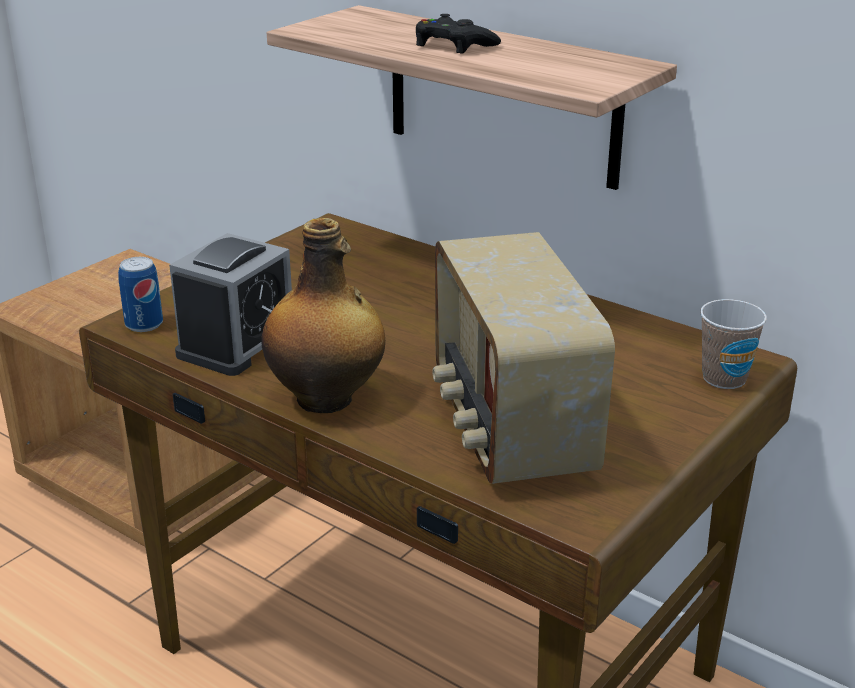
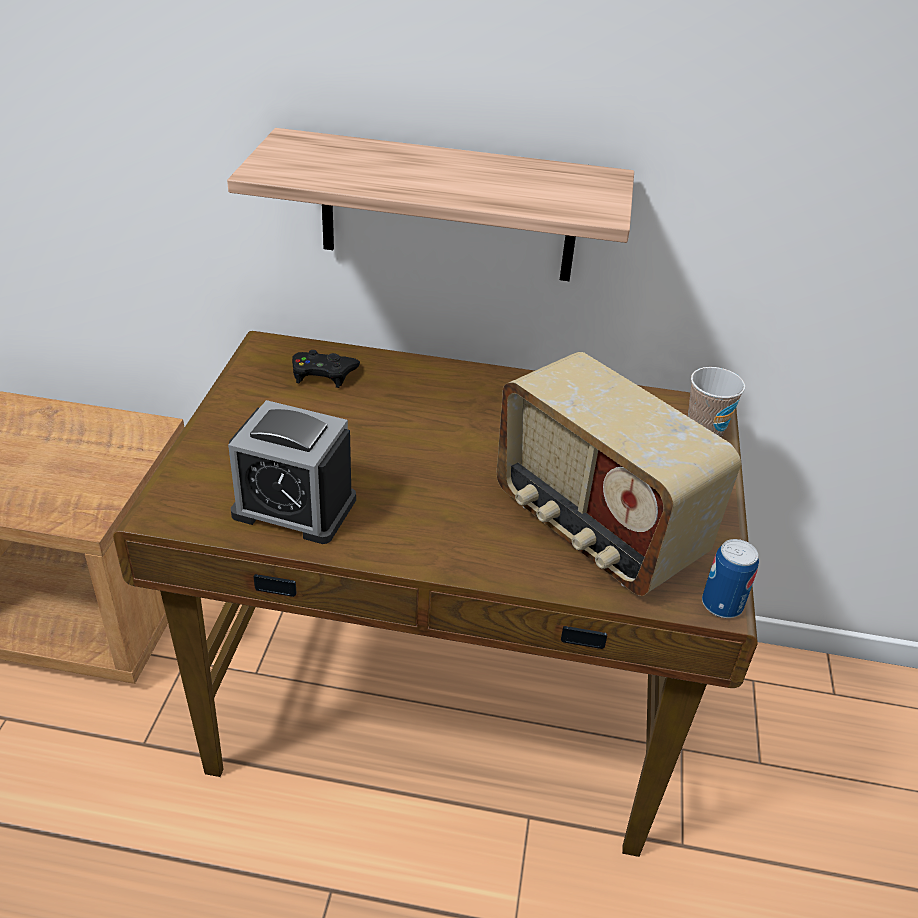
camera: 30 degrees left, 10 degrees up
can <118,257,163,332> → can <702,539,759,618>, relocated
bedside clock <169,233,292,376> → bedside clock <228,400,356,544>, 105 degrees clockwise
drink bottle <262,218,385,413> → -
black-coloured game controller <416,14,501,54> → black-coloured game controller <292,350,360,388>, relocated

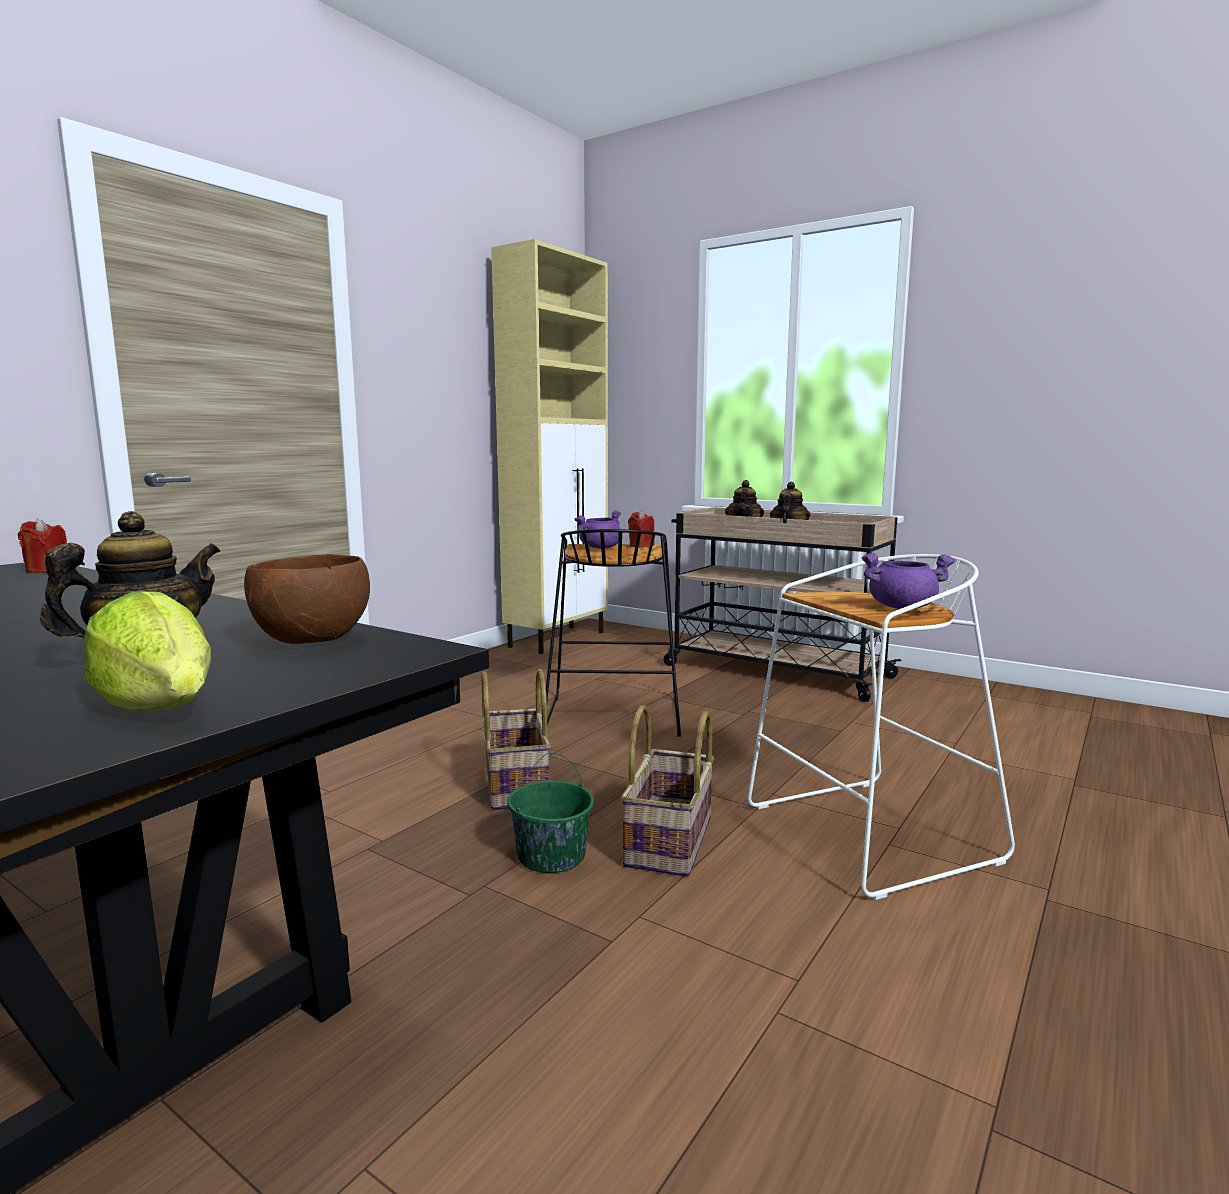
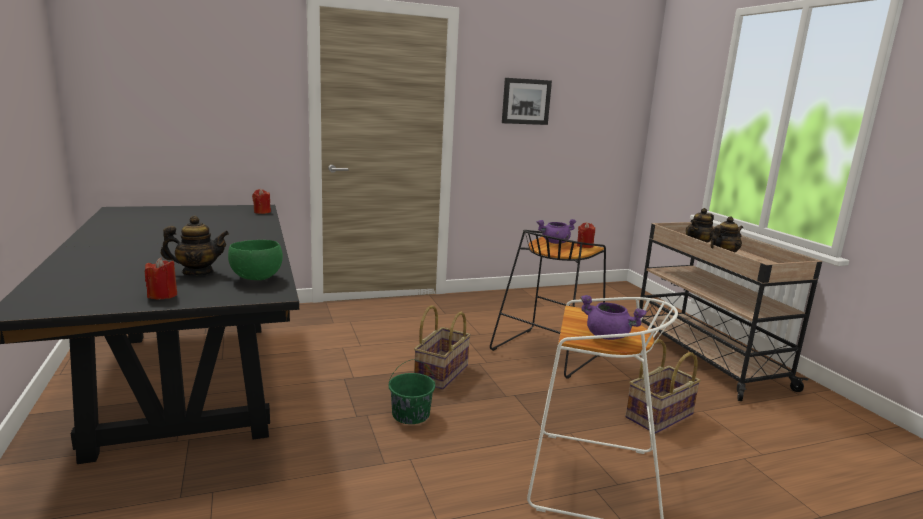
camera: 35 degrees right, 5 degrees up
lettuce head <83,591,211,713> → red-coloured wax light <145,258,177,299>
brown-coloured bowl <244,554,370,644> → green bowl <228,240,283,280>
sand-coloured cabinet <491,239,608,654> → -
household basket <621,705,714,877> → household basket <626,339,701,434>, relocated
- → wall art <502,78,552,125>

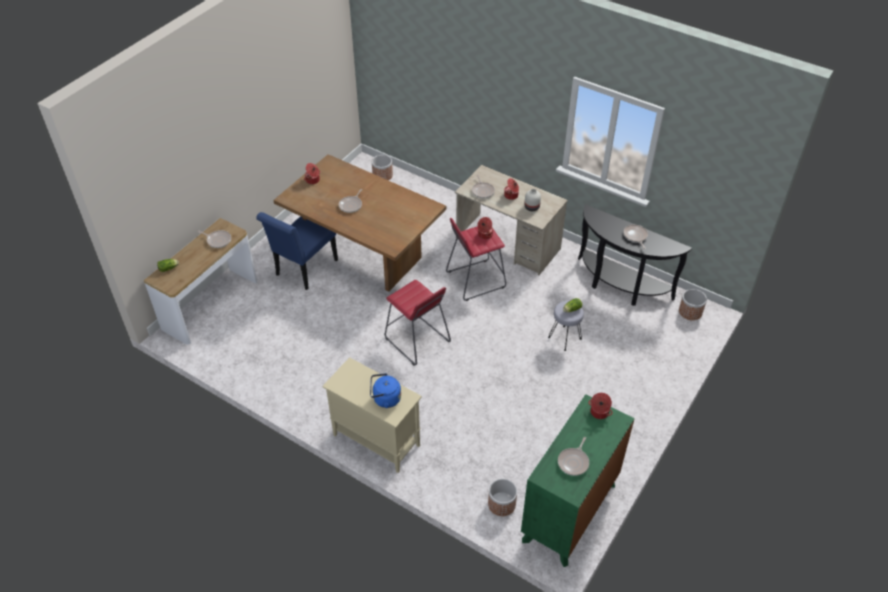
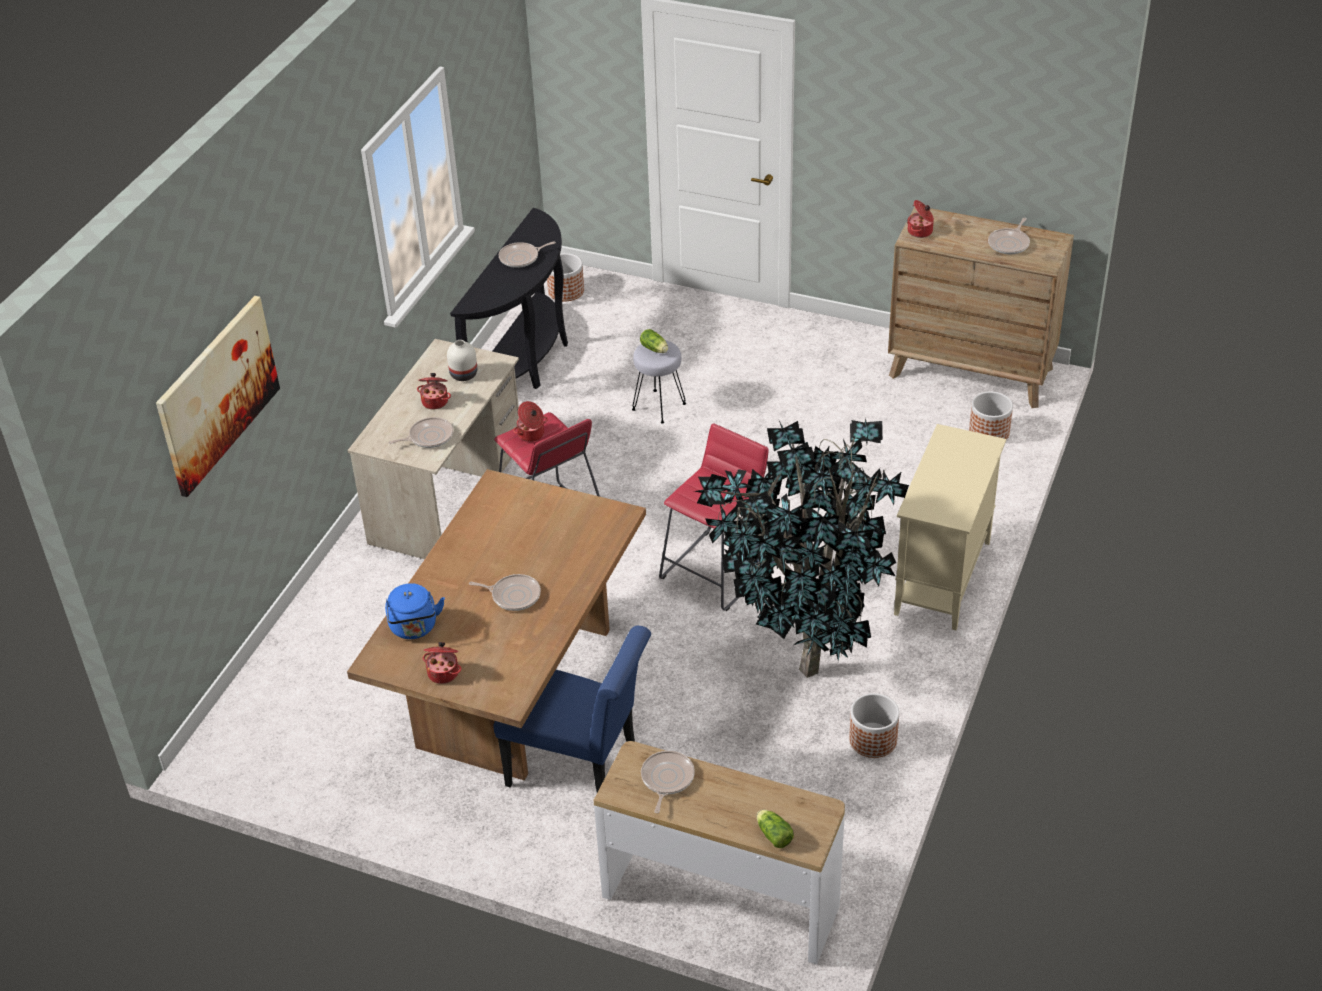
camera: 100 degrees left, 5 degrees down
blue-coloured tea kettle <370,373,401,408> → blue-coloured tea kettle <385,583,445,639>, relocated
plant pot <372,155,393,180> → plant pot <849,693,899,758>, relocated
green drawer chest <521,394,635,567> → brown-coloured drawer chest <888,207,1074,408>
pan <558,437,589,476> → pan <988,218,1030,254>, 105 degrees clockwise
- → wall art <156,296,280,497>
- → potted plant <694,417,909,678>

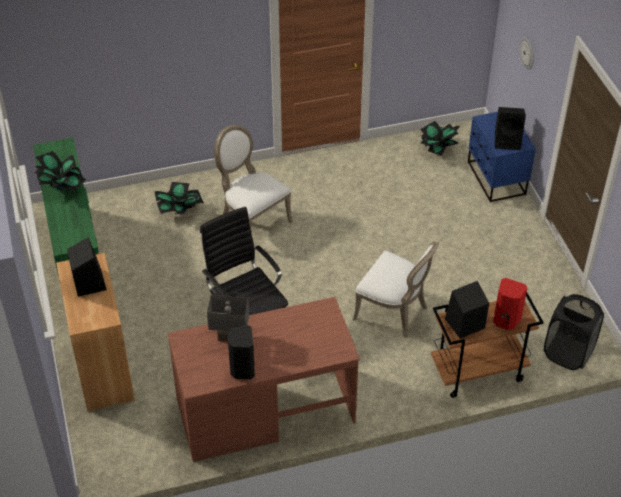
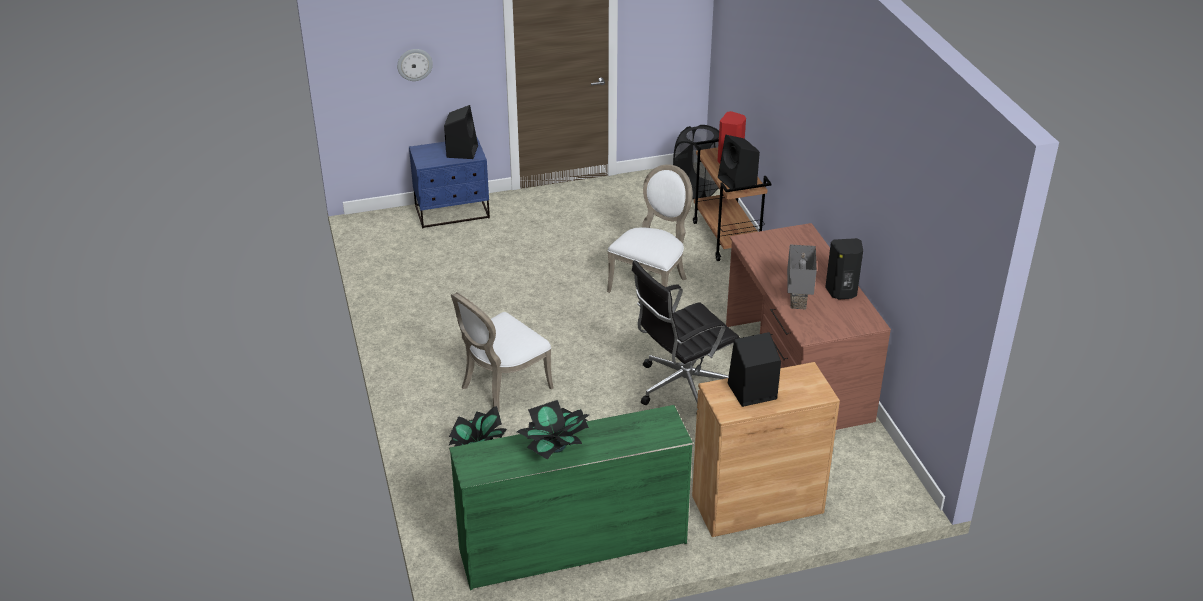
camera: 90 degrees left, 10 degrees down
potted plant <420,121,460,156> → -

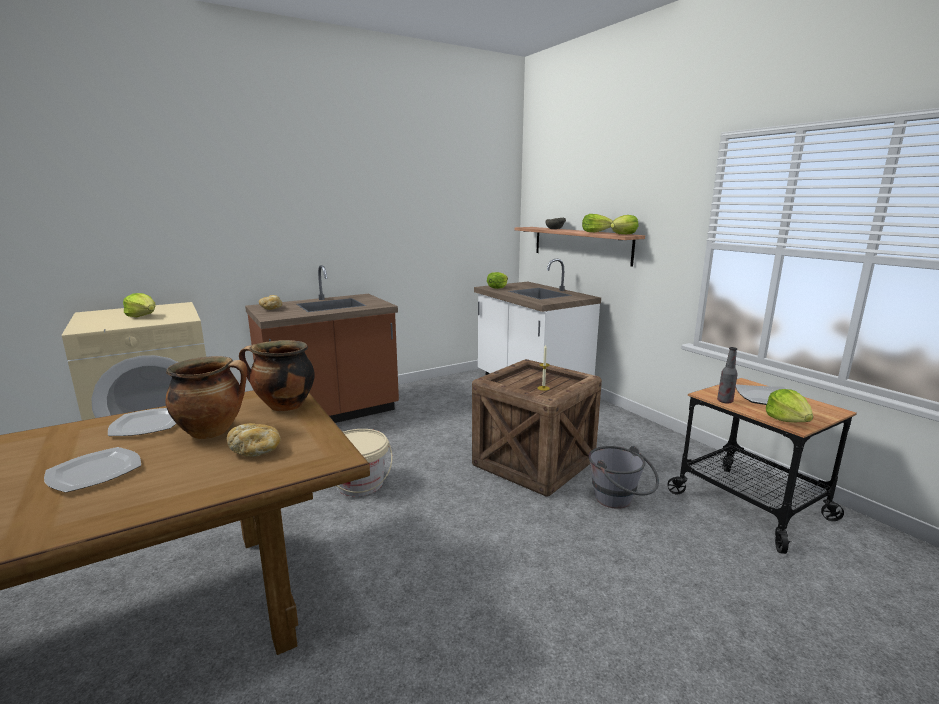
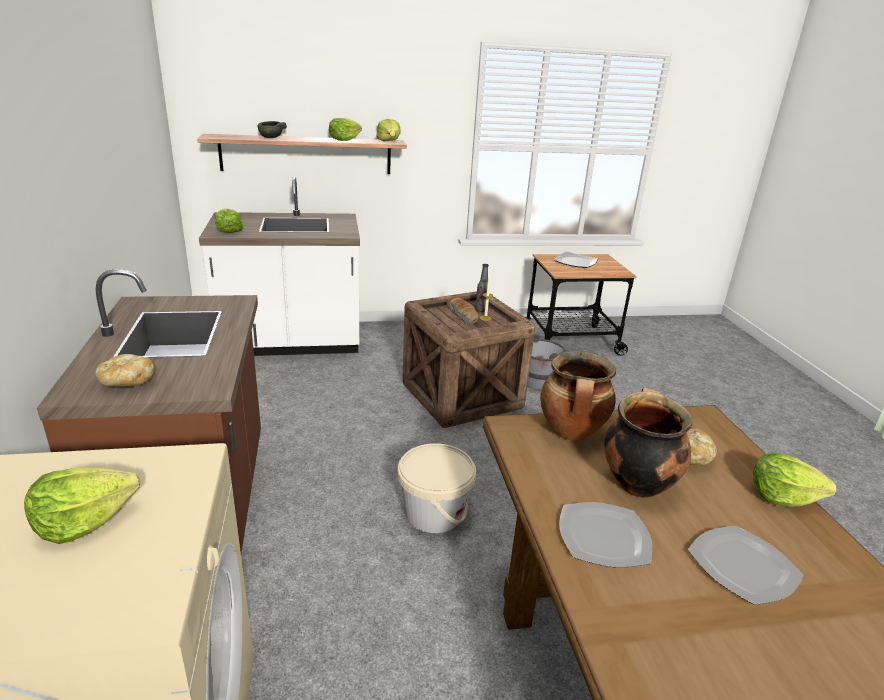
camera: 70 degrees left, 10 degrees up
drink bottle <717,347,738,404> → drink bottle <475,264,489,312>, relocated
lettuce head <766,389,813,422> → lettuce head <753,452,837,507>, relocated
- → bakery bread <446,296,479,324>

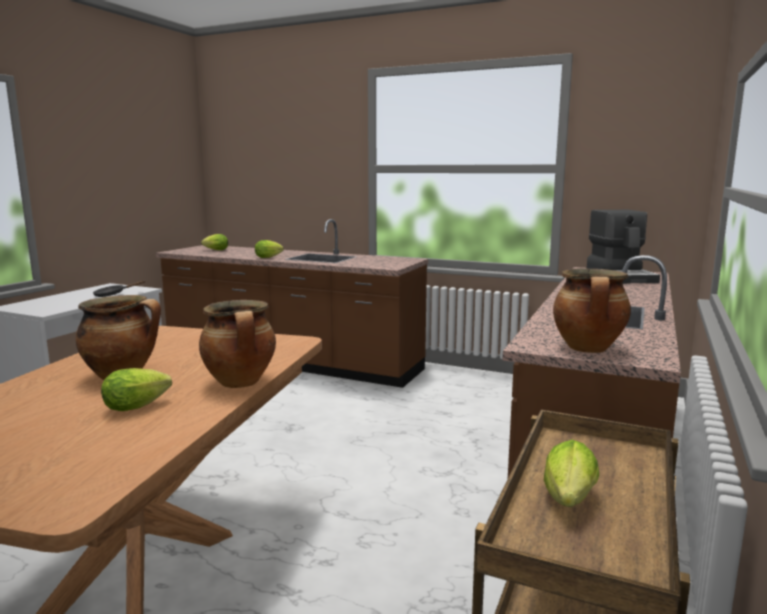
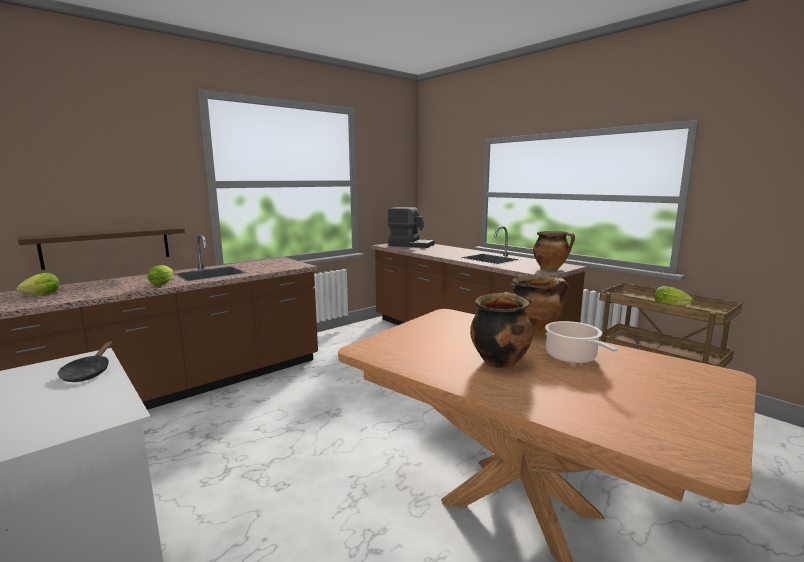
camera: 65 degrees left, 0 degrees up
lettuce head <101,368,172,411> → stockpot <545,321,618,364>
- → wall shelf <18,227,185,270>

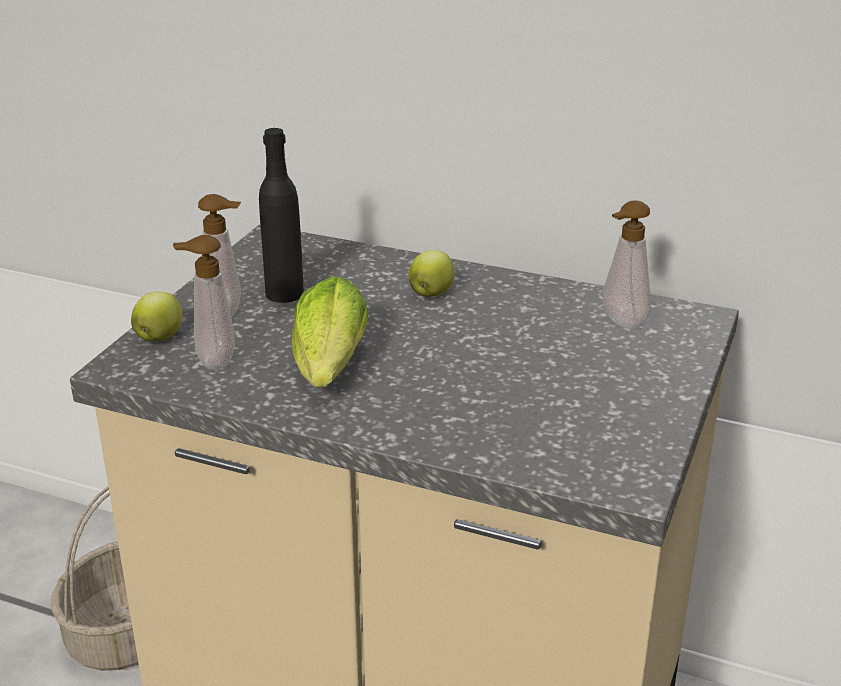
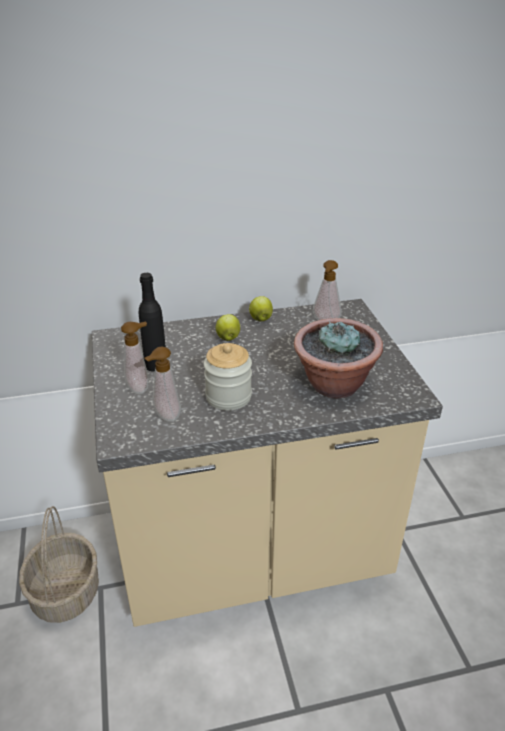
camera: 35 degrees left, 5 degrees up
apple fruit <131,292,183,341> → apple fruit <249,296,273,322>, relocated
lettuce head <292,276,369,387> → jar <204,343,252,411>
- → potted plant <294,318,383,398>

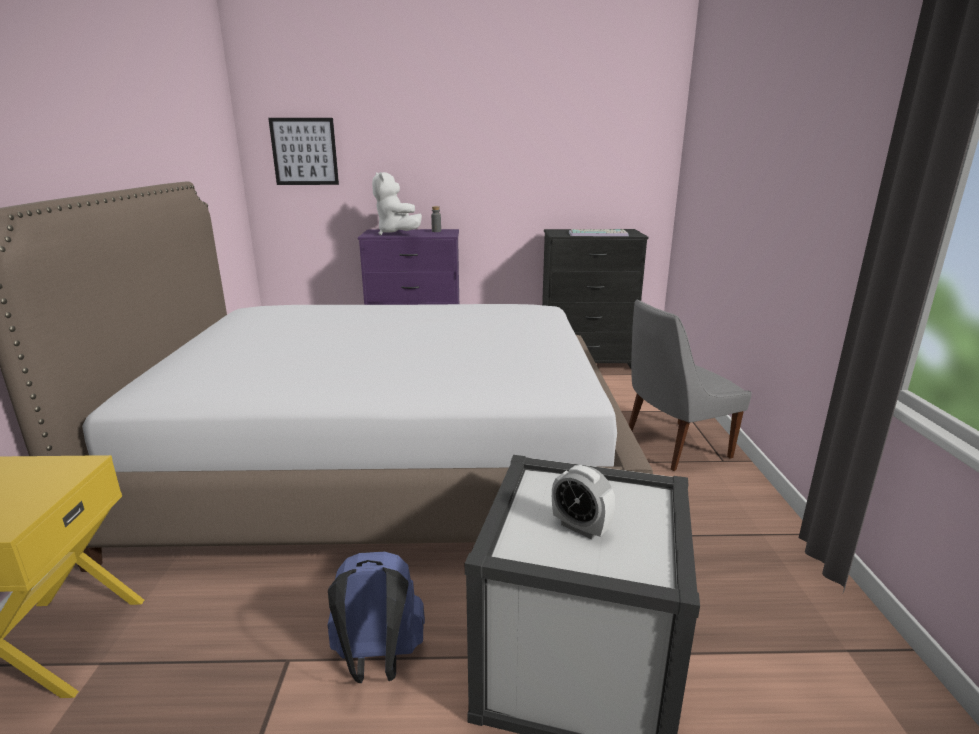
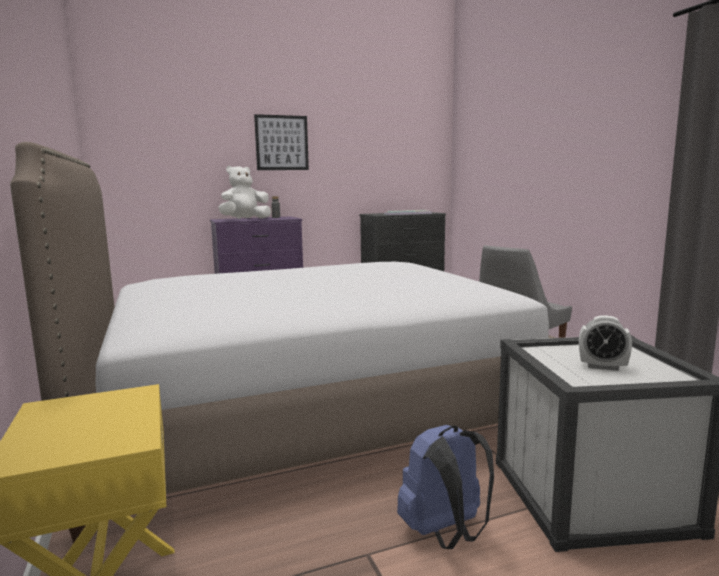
camera: 20 degrees left, 10 degrees down
wall art <268,118,339,185> → wall art <254,114,309,170>, relocated
white-coloured cuddly toy <372,172,422,235> → white-coloured cuddly toy <218,166,271,219>, 105 degrees clockwise

